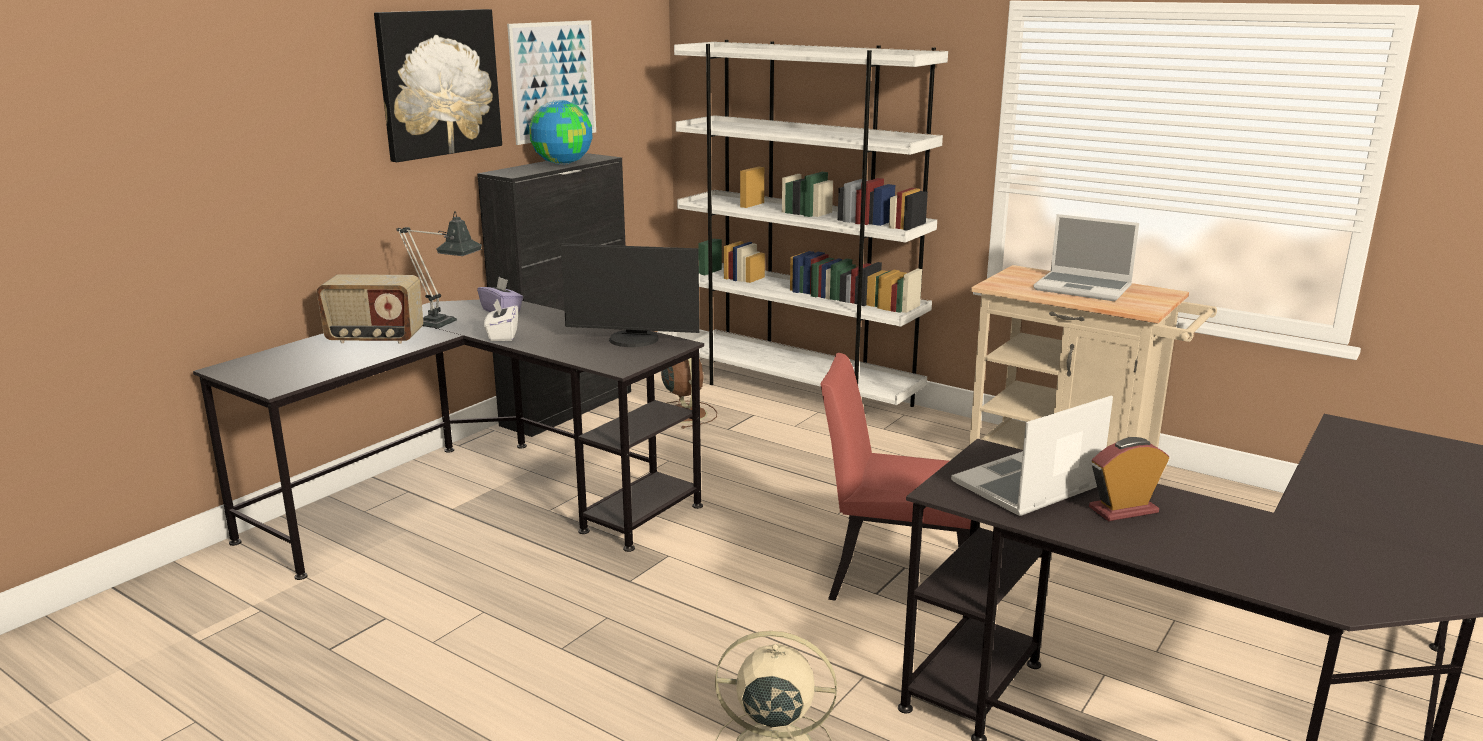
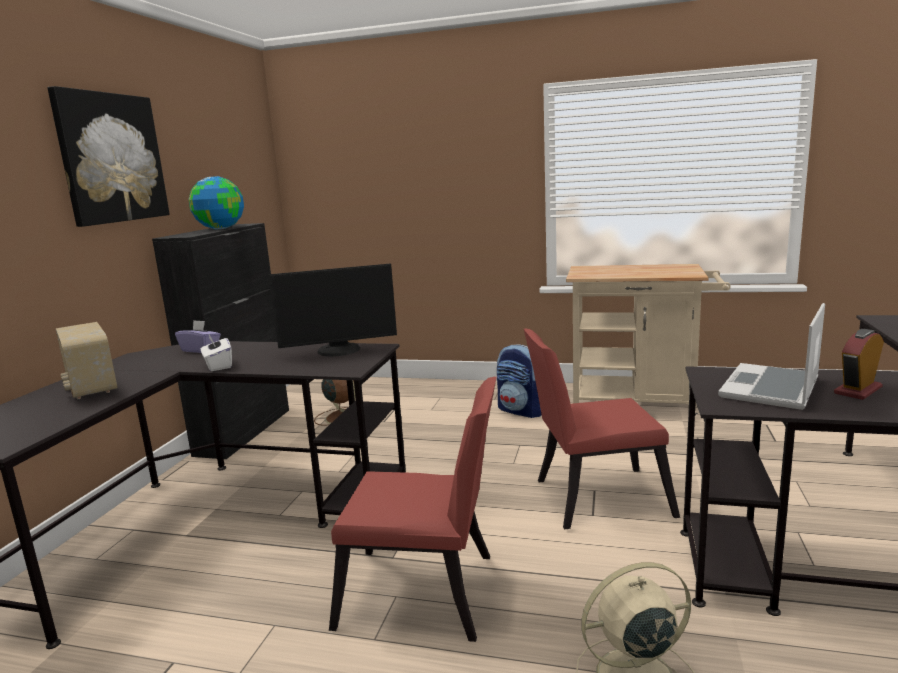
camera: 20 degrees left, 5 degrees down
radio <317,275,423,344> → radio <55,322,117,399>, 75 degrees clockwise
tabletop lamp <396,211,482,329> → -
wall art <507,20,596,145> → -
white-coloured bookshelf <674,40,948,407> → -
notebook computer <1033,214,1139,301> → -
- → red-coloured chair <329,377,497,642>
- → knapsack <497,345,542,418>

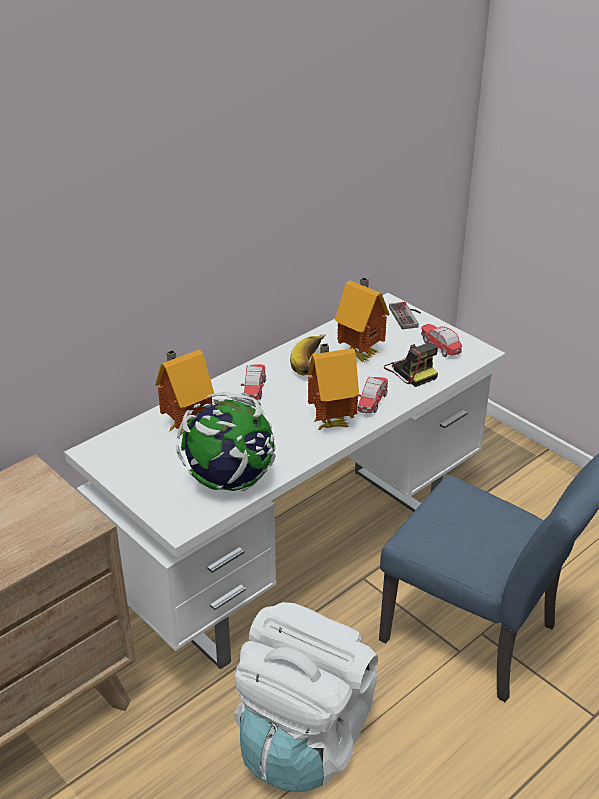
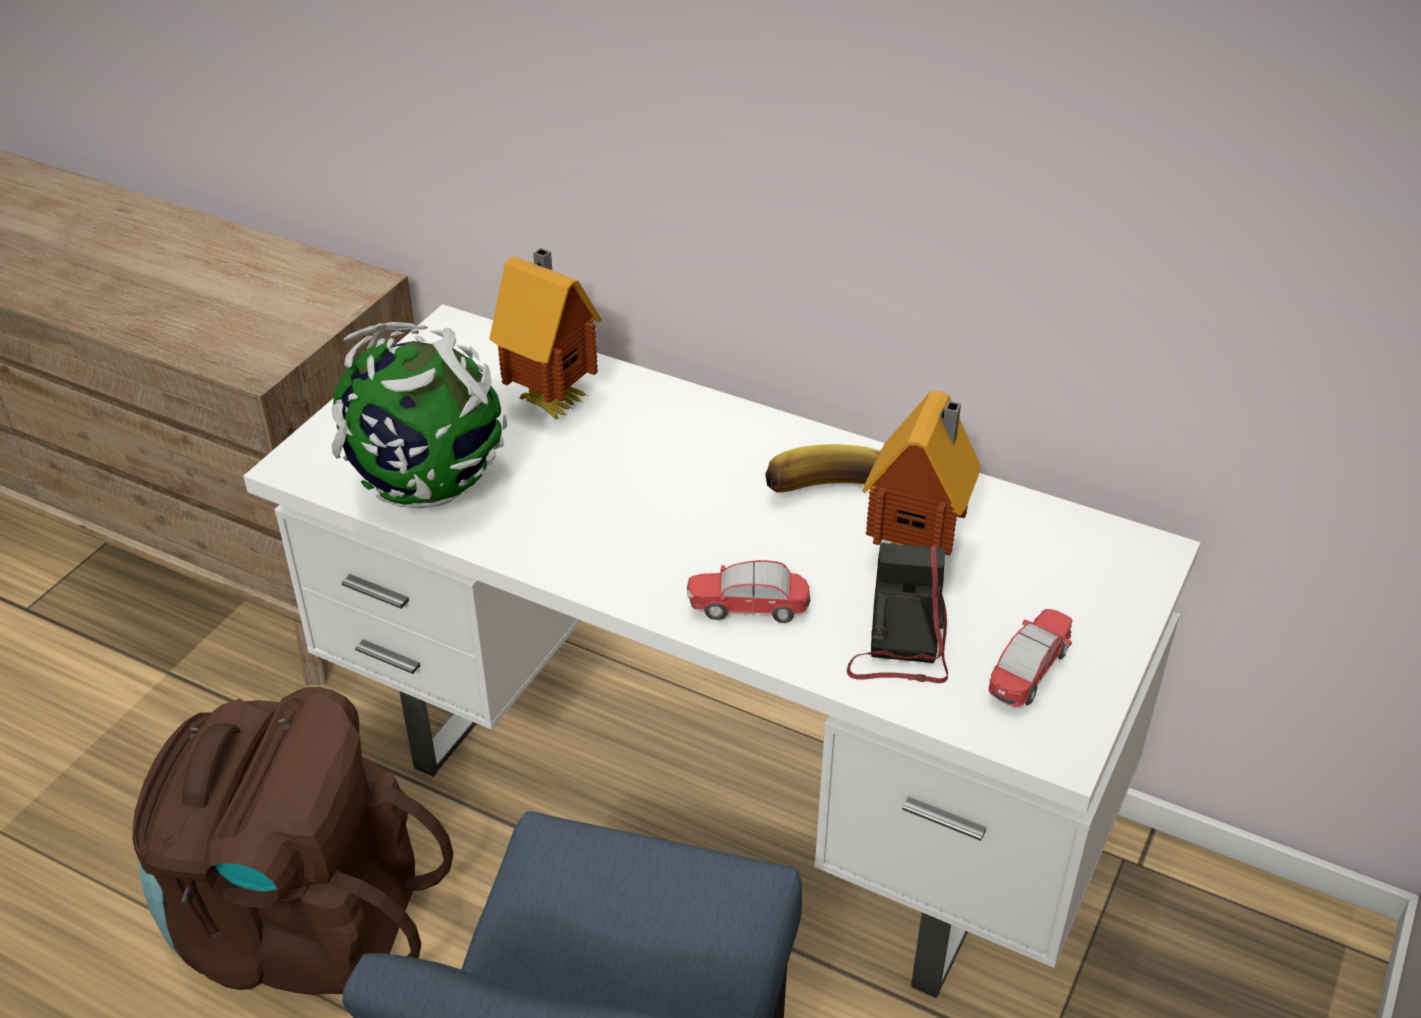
camera: 70 degrees right, 5 degrees up
white-coloured knapsack <234,602,378,792> → brown-coloured knapsack <132,687,453,995>
model car <241,364,266,400> → -
miniature house <308,343,359,431> → -
still camera <384,342,438,387> → still camera <847,543,948,683>, 150 degrees clockwise
game controller <389,302,421,329> → -

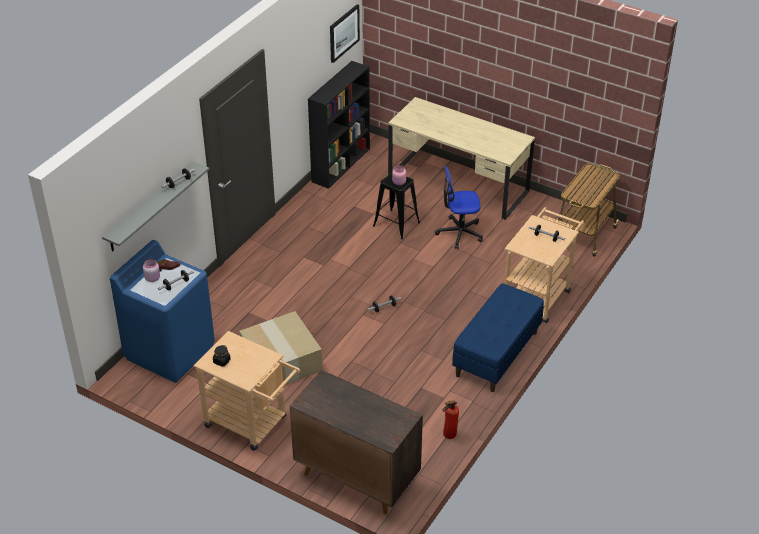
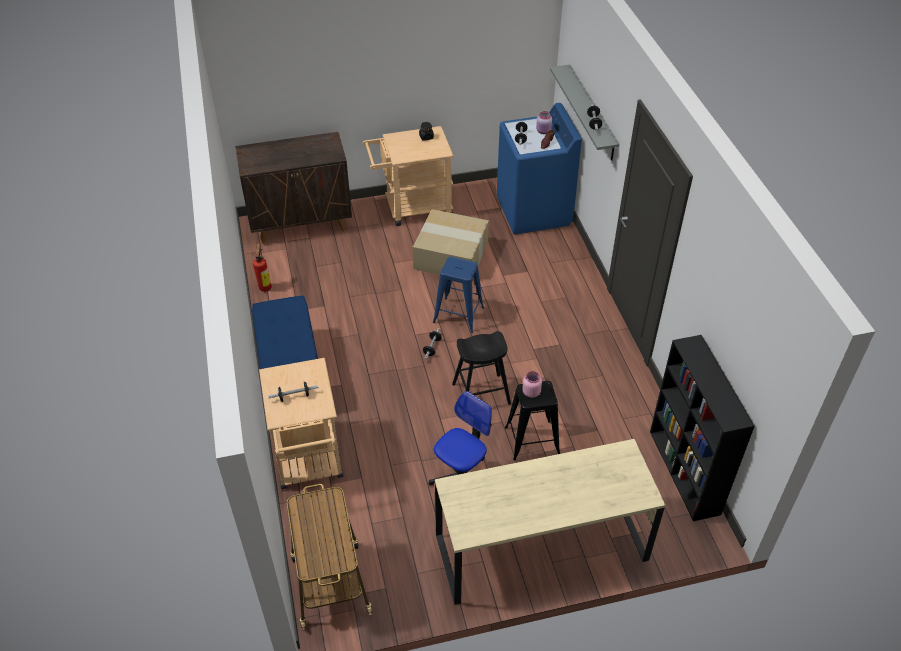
camera: 135 degrees right, 5 degrees up
wall art <330,4,360,63> → -
- → blue-coloured stool <433,257,484,333>
- → black-coloured stool <452,331,511,405>

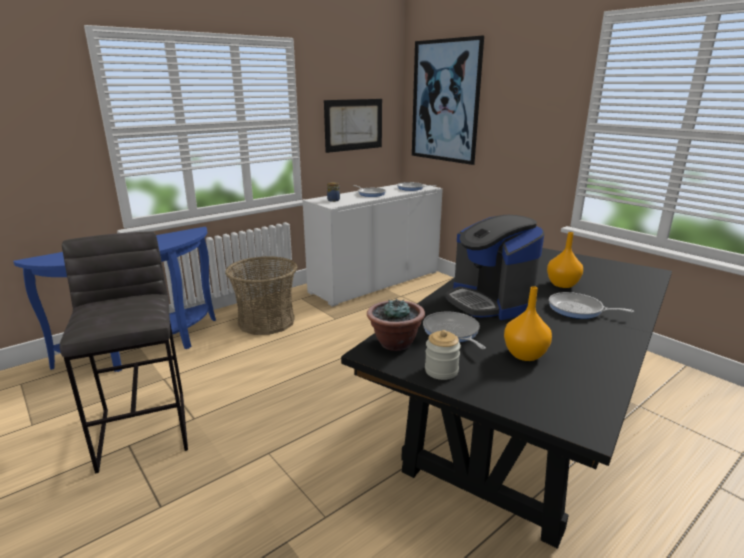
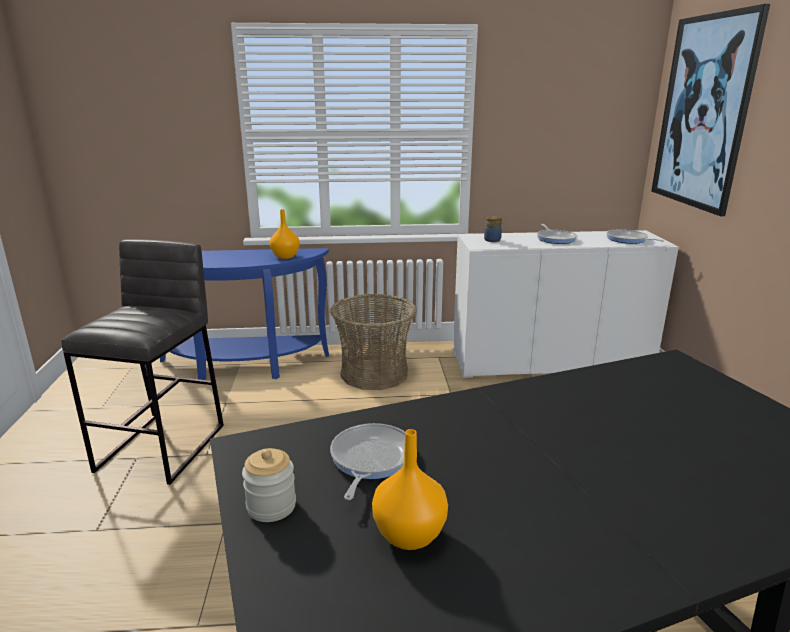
camera: 35 degrees right, 0 degrees up
wall art <324,99,382,153> → -
potted plant <367,298,425,351> → -
coffee maker <445,215,544,320> → -
orange-coloured decorative vase <547,232,583,288> → orange-coloured decorative vase <270,209,300,259>, relocated
pan <549,292,634,319> → -

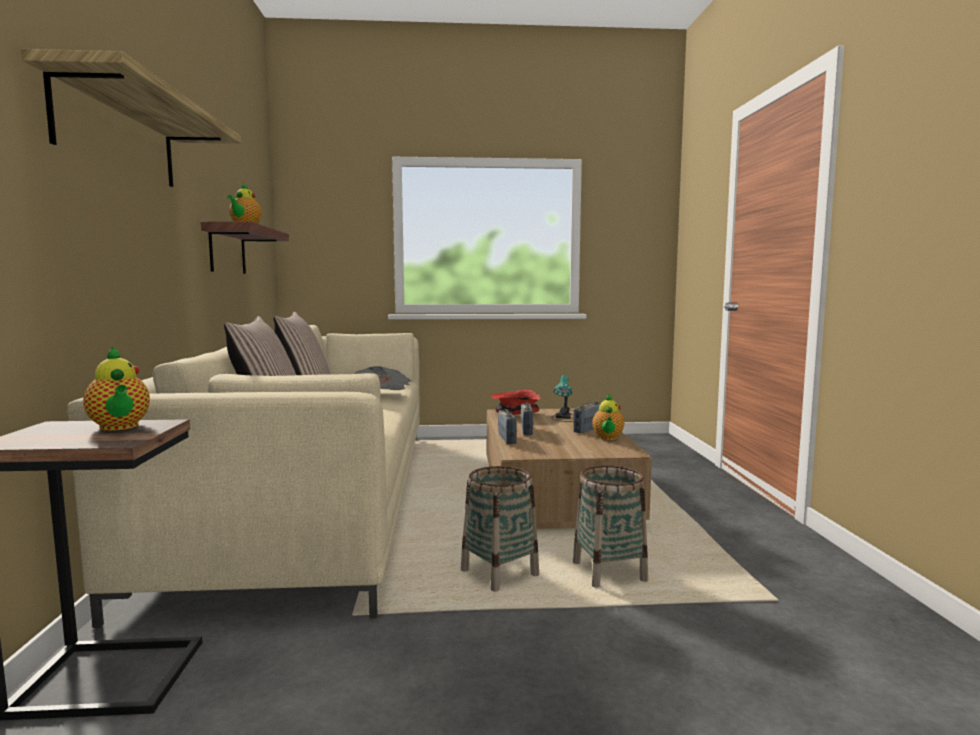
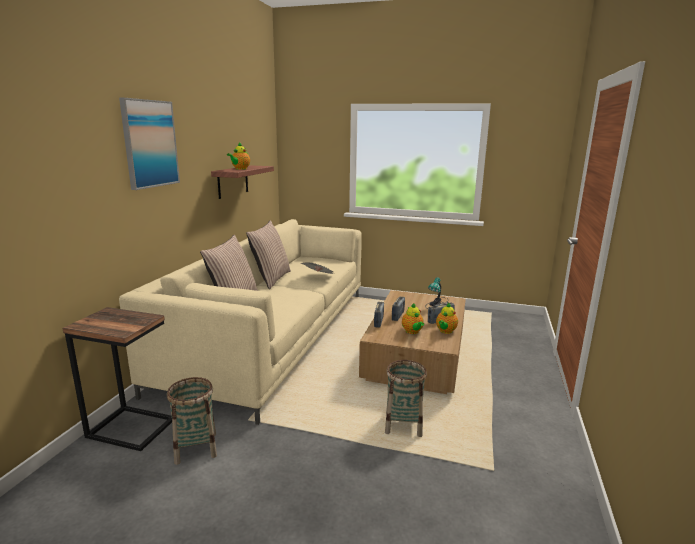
camera: 20 degrees right, 10 degrees up
wall shelf <21,49,241,187> → wall art <119,98,180,190>
teapot <83,346,150,431> → teapot <402,303,424,334>, relocated
household basket <461,466,539,592> → household basket <167,377,217,465>, relocated
red-coloured bowl <491,390,540,415> → -

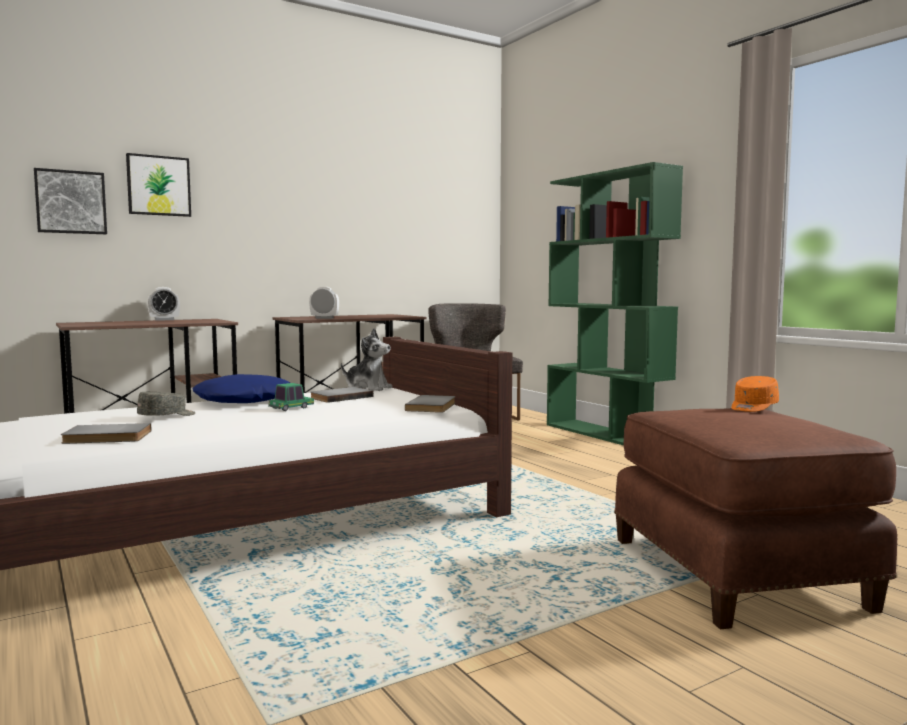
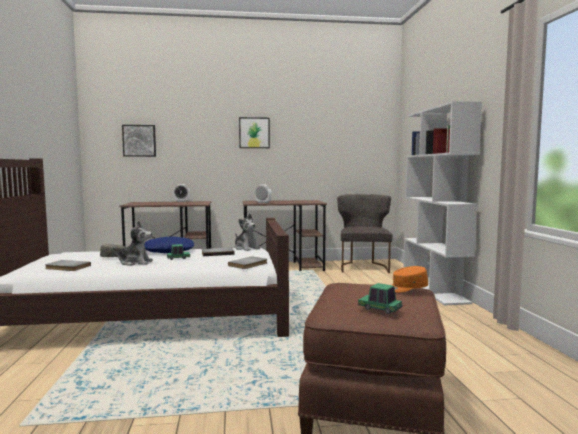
camera: 25 degrees right, 0 degrees up
wall art <126,153,191,217> → wall art <239,117,270,148>, relocated
green bookshelf <547,162,683,445> → white-coloured bookshelf <403,101,482,305>
- → cuddly toy <113,221,153,266>
- → model car <358,283,403,314>

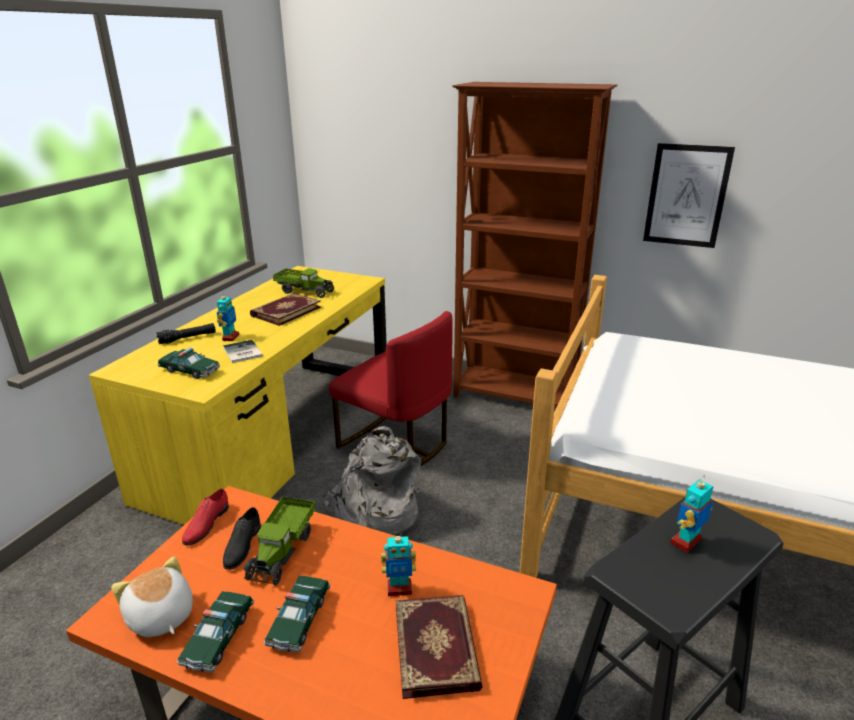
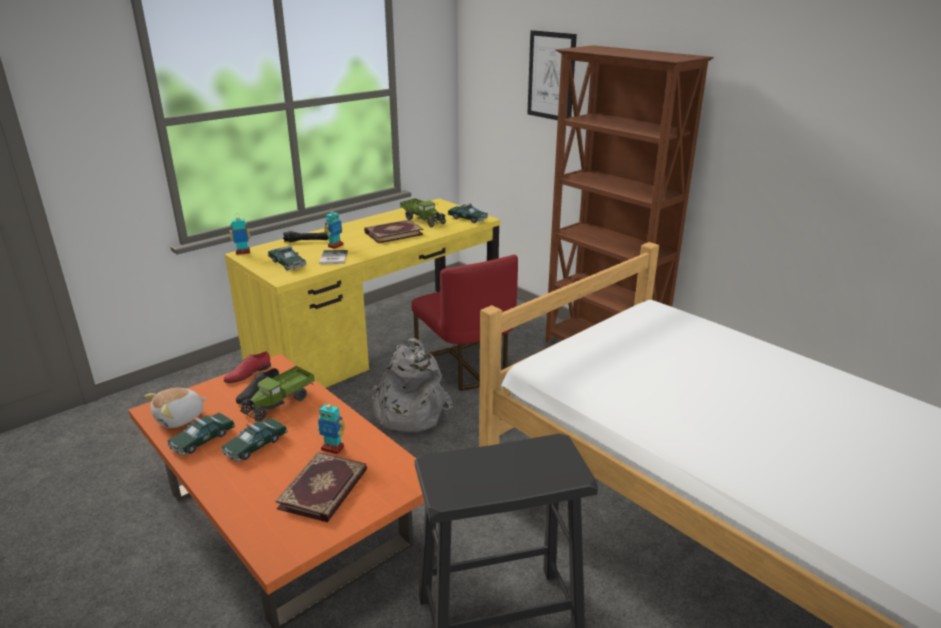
camera: 25 degrees right, 0 degrees up
cuddly toy <111,556,193,637> → cuddly toy <144,388,207,428>, 120 degrees counterclockwise
wall art <643,143,735,248> → wall art <527,30,577,120>, relocated
toy robot <671,476,713,552> → toy robot <229,214,251,255>, relocated
- → model car <447,203,488,223>

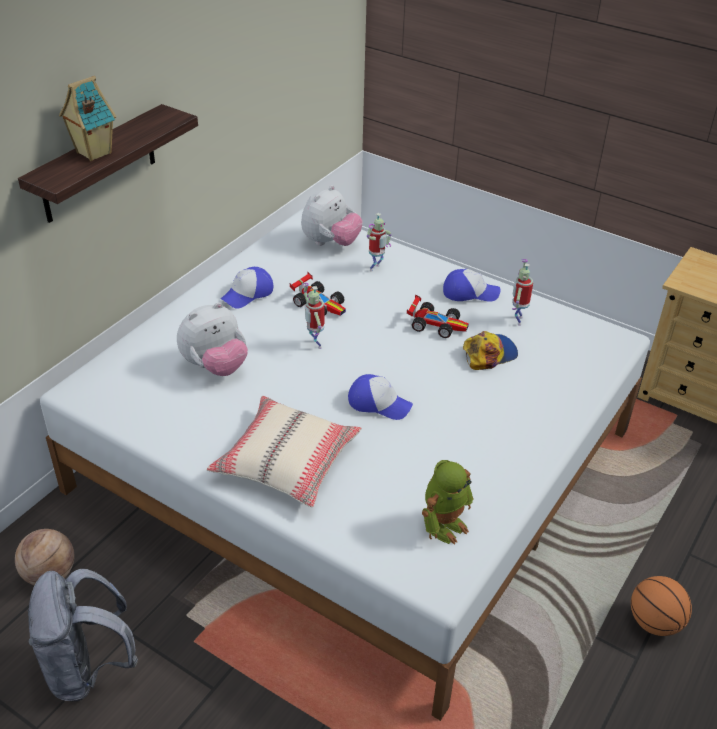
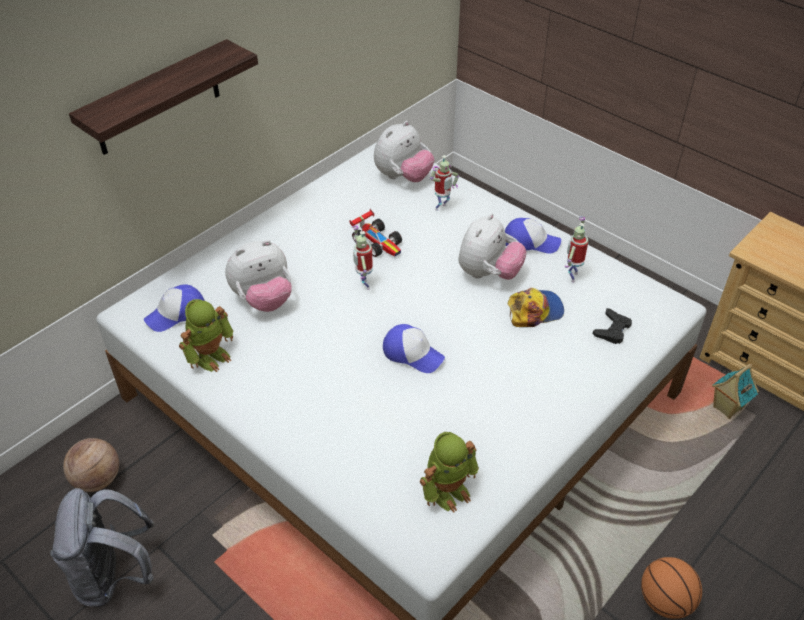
camera: 10 degrees right, 5 degrees up
miniature house <59,76,116,161> → miniature house <712,364,759,419>, relocated
sand-coloured pillow <206,396,362,507> → -
peaked cap <220,267,273,309> → peaked cap <144,285,205,332>, relocated
model car <407,294,469,338> → cuddly toy <458,213,527,280>
- → toy robot <179,299,234,372>
- → black-coloured game controller <593,308,632,344>

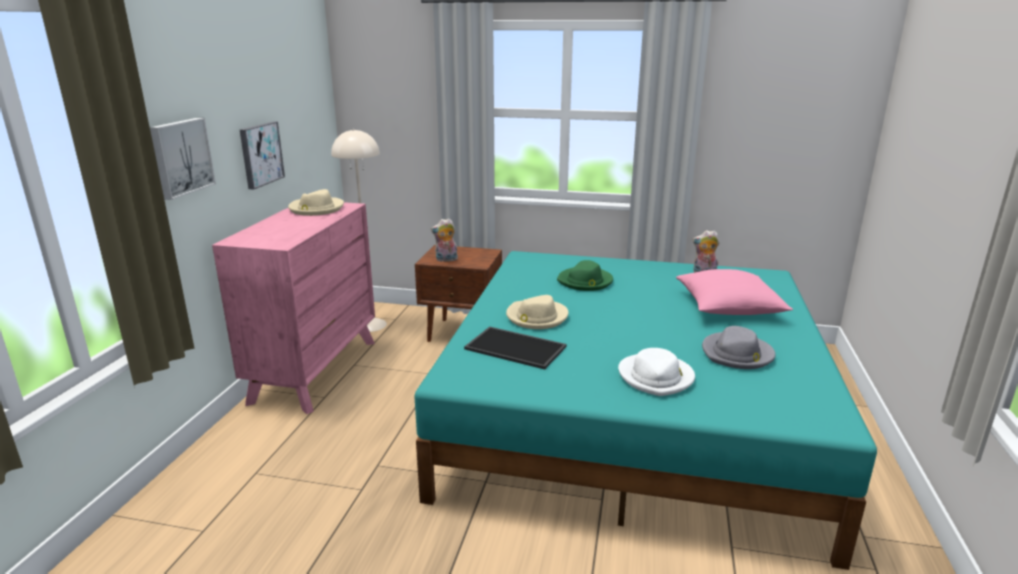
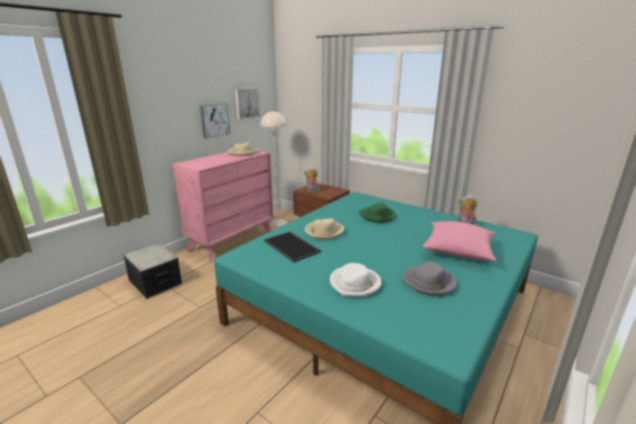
camera: 25 degrees right, 0 degrees up
wall art <150,118,216,200> → wall art <235,88,261,120>, relocated
- → storage container <123,243,182,299>

